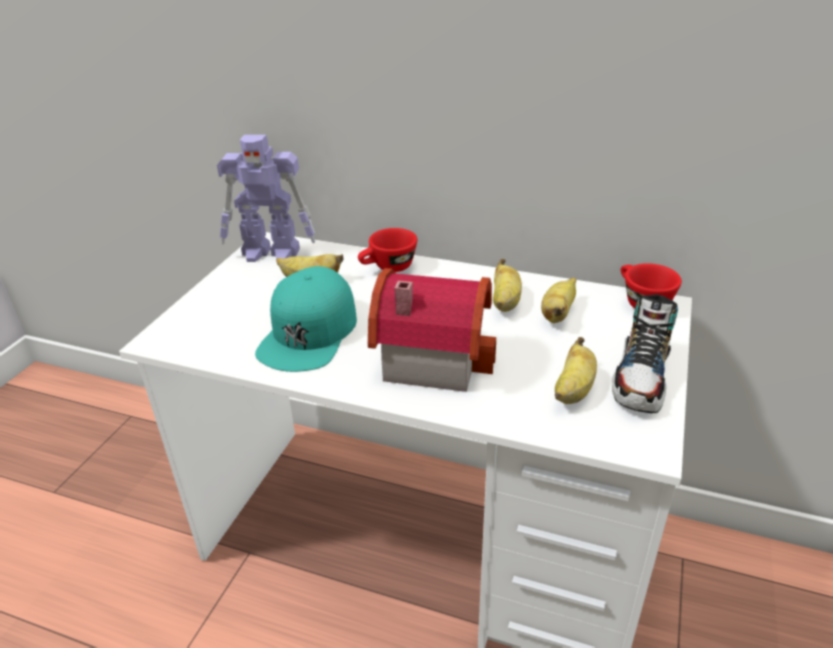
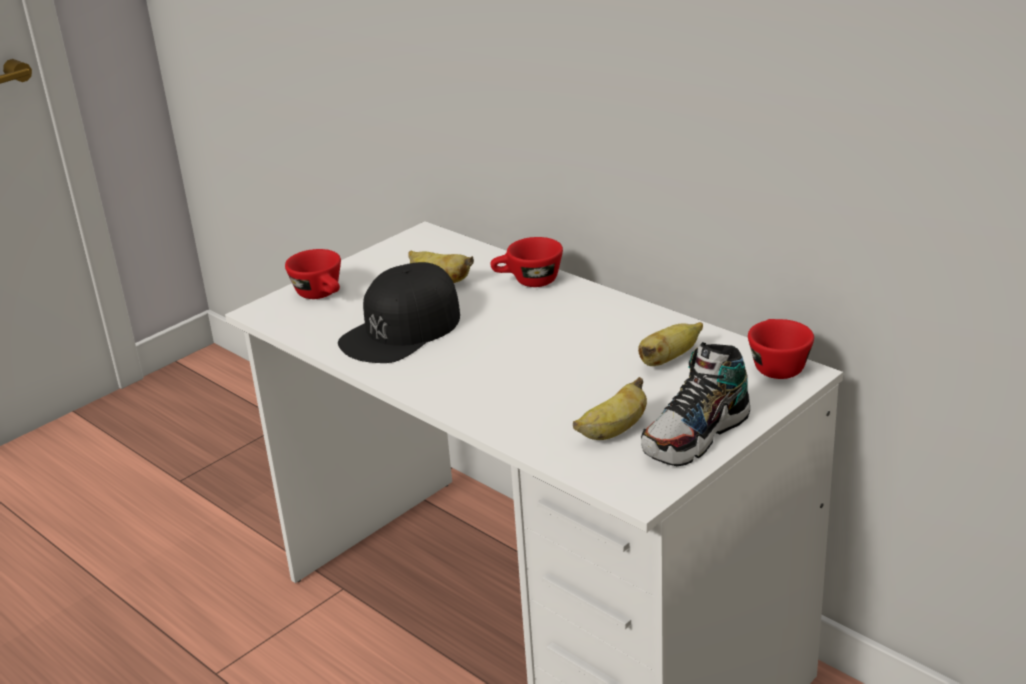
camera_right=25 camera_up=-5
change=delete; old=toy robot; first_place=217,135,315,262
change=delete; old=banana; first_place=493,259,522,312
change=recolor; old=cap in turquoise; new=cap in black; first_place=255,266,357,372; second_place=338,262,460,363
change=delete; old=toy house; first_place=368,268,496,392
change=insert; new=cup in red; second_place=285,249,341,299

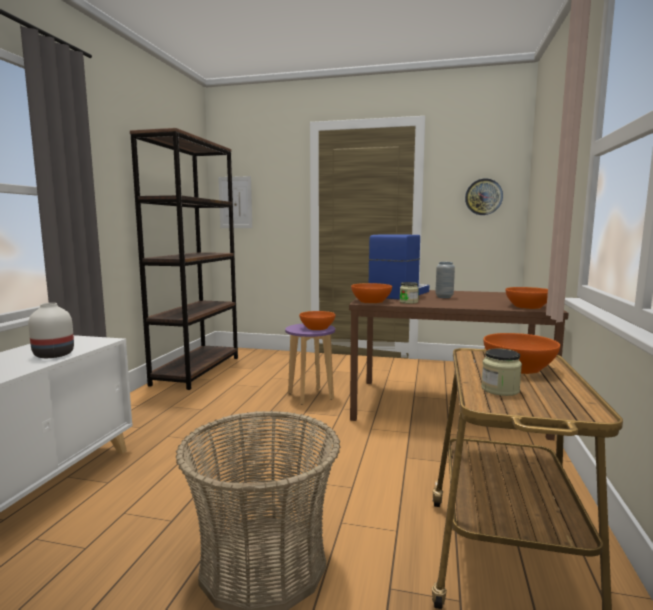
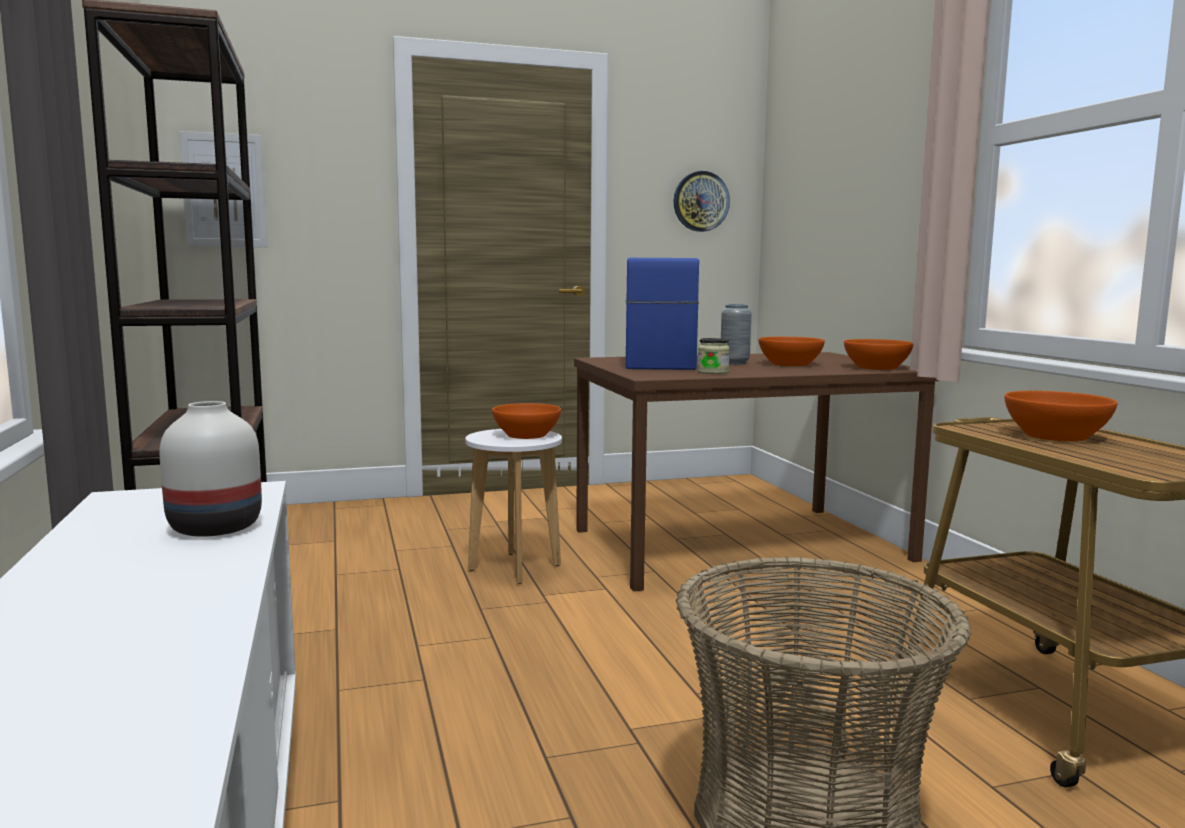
camera_right=-30 camera_up=0
change=move; old=bowl in orange; first_place=351,283,392,304; second_place=759,337,825,367
change=recolor; old=stool in purple; new=stool in white; first_place=285,324,335,405; second_place=465,429,562,584
change=delete; old=jar; first_place=481,348,522,396

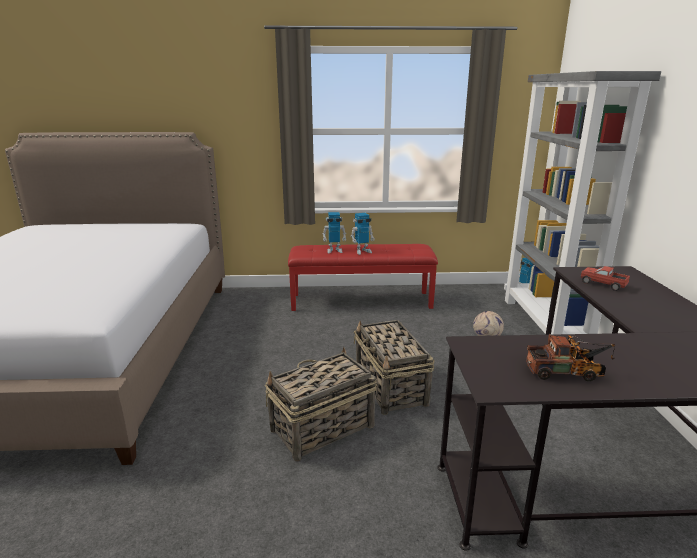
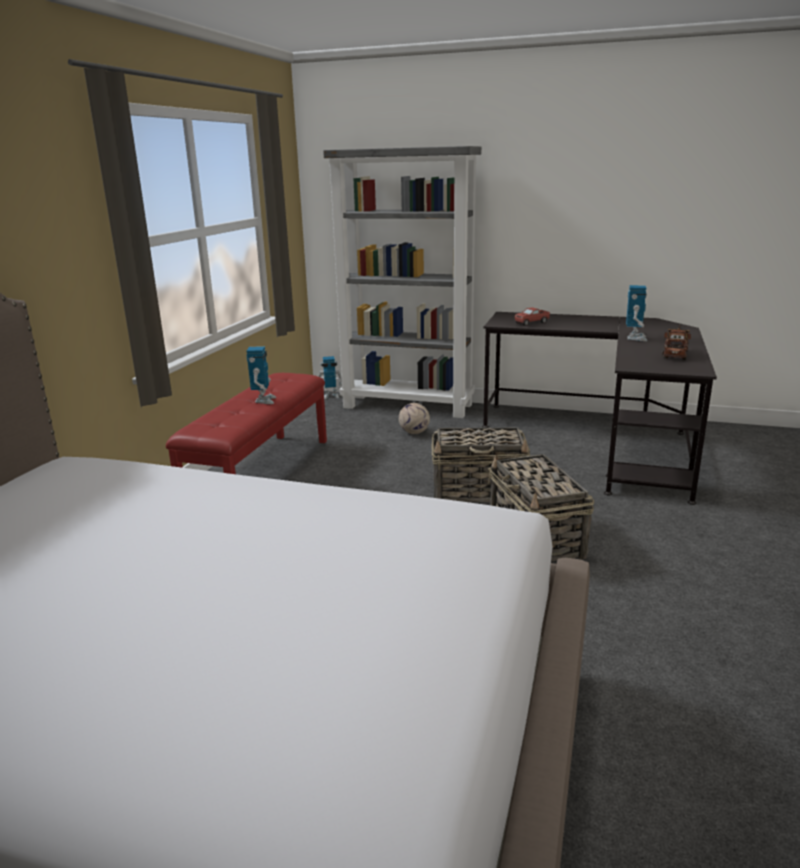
camera_right=-70 camera_up=0
change=move; old=toy robot; first_place=322,212,347,253; second_place=626,285,647,341

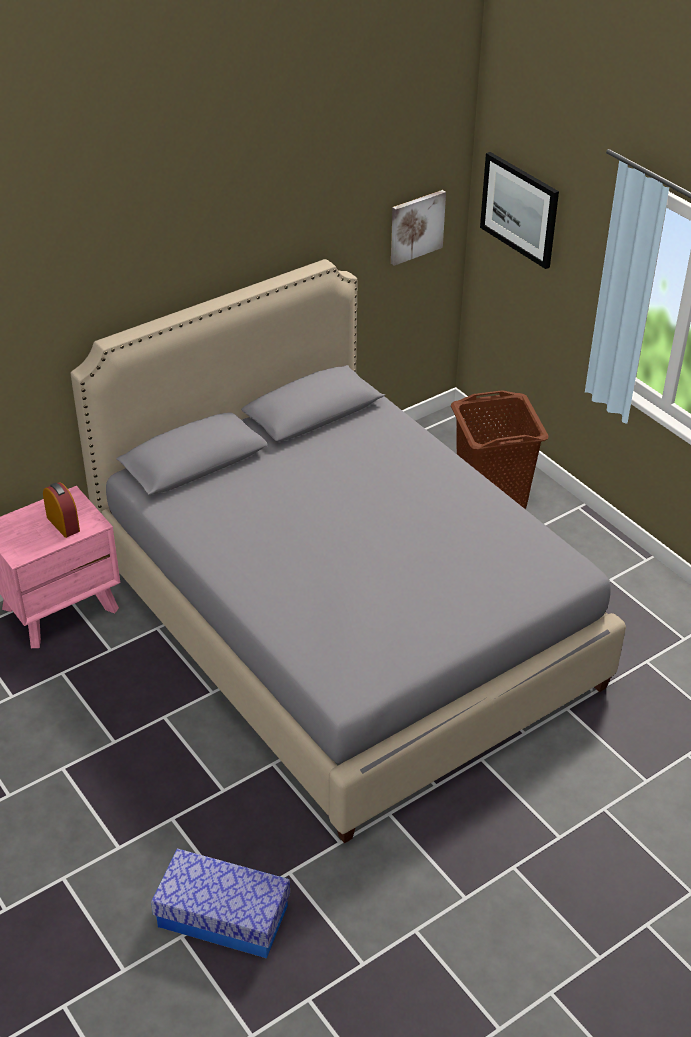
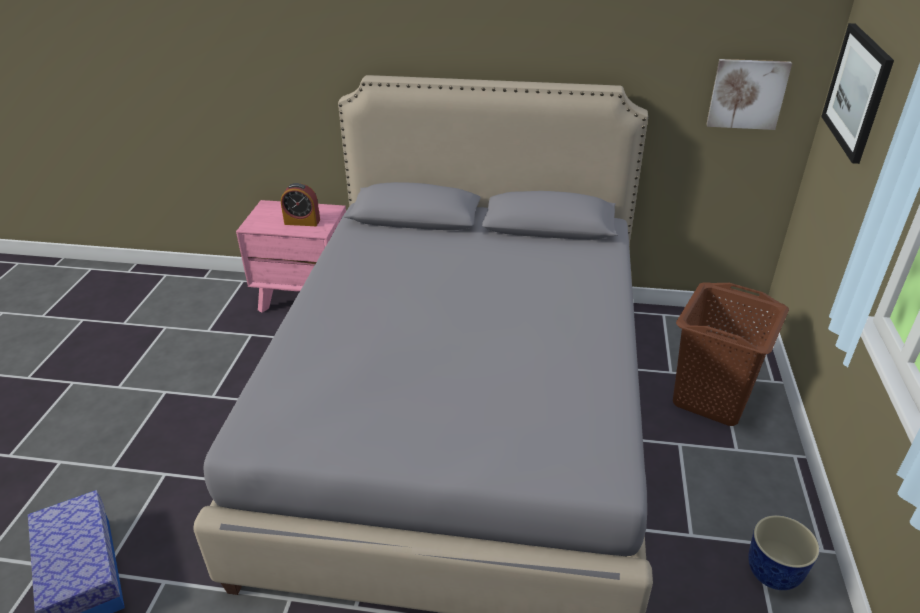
camera_right=45 camera_up=-5
change=rotate; old=alarm clock; first_place=43,482,80,538; second_place=281,183,320,226; degrees=90
change=insert; new=planter; second_place=748,515,820,590

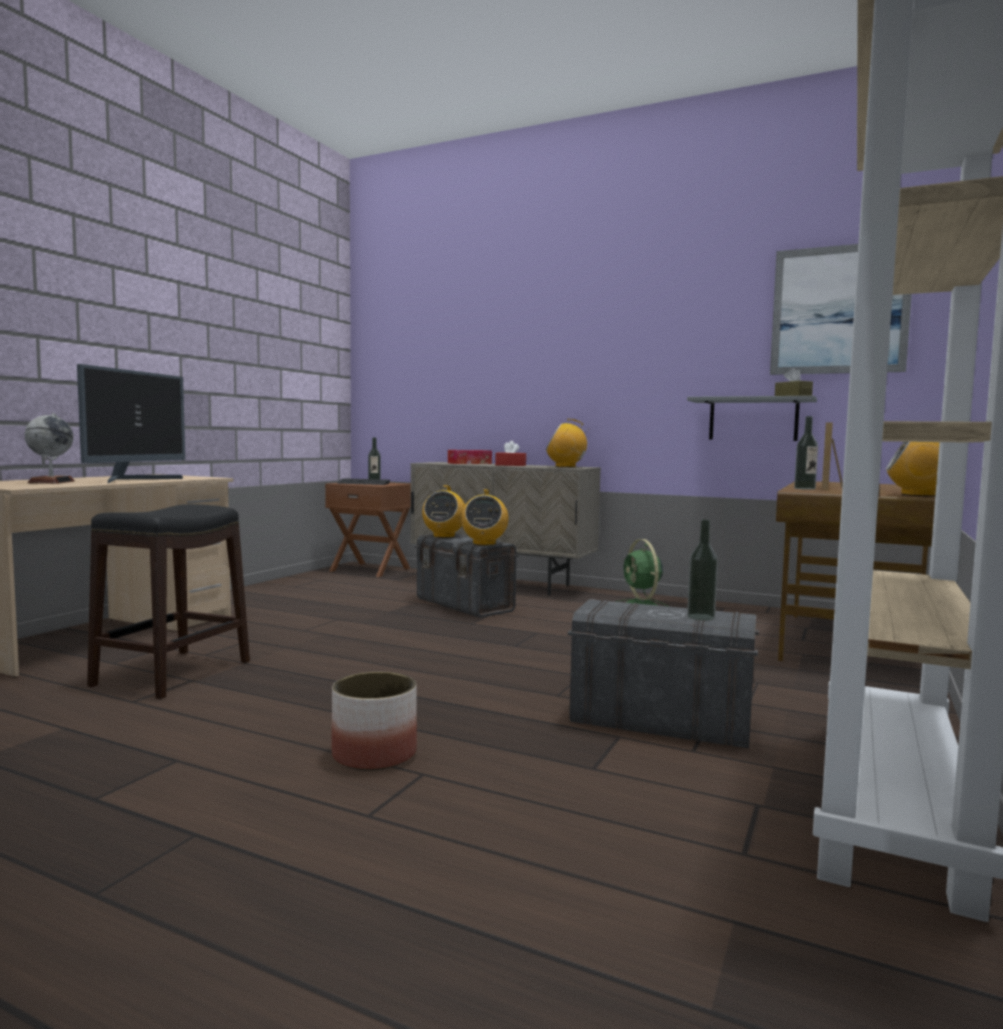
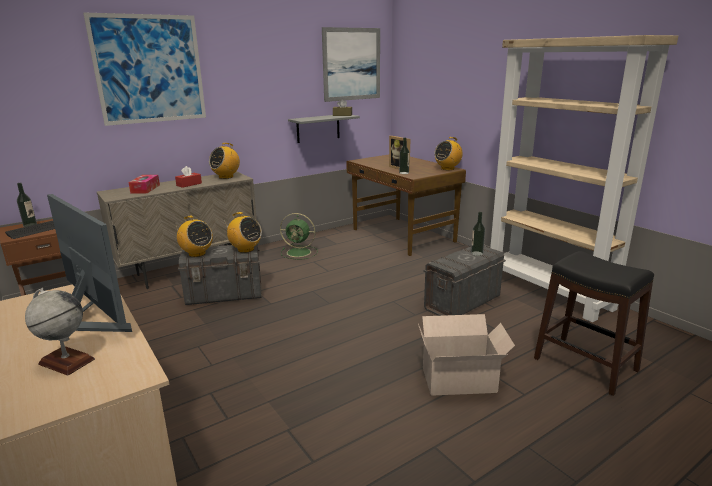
camera_right=-60 camera_up=15
change=move; old=stool in black; first_place=87,504,250,699; second_place=534,251,654,396
change=replace; old=planter; new=cardboard box; first_place=332,672,417,771; second_place=418,314,515,396
change=insert; new=picture; second_place=83,12,206,126

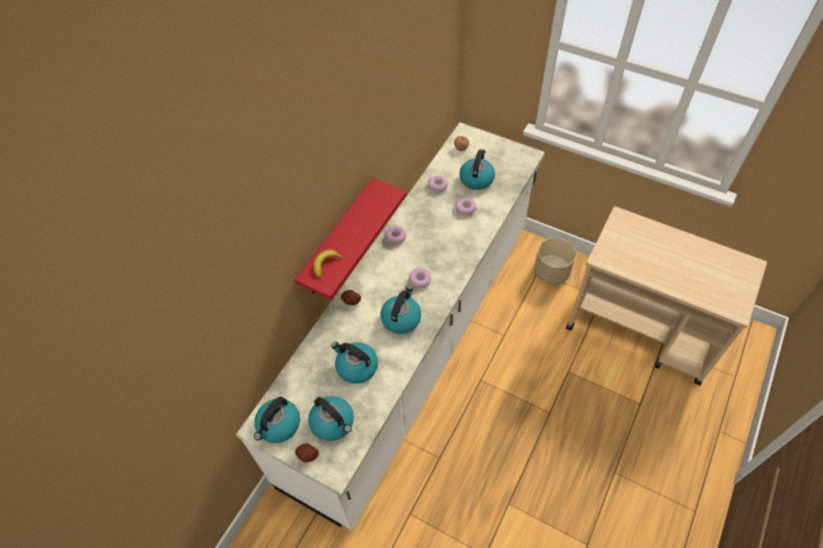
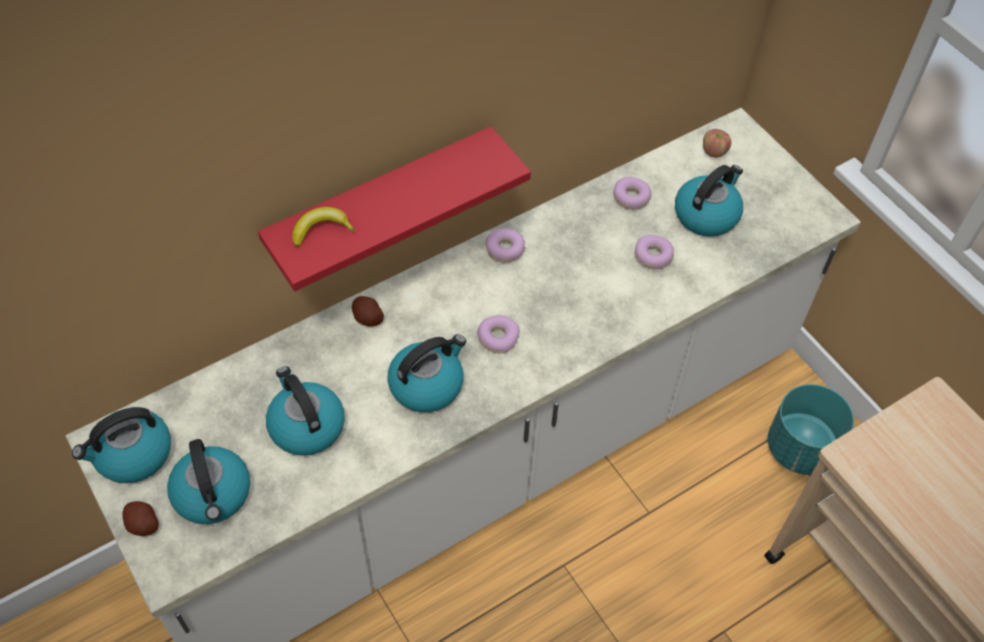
camera_right=25 camera_up=0
change=recolor; old=planter in beige; new=planter in turquoise; first_place=534,238,576,284; second_place=768,384,854,475

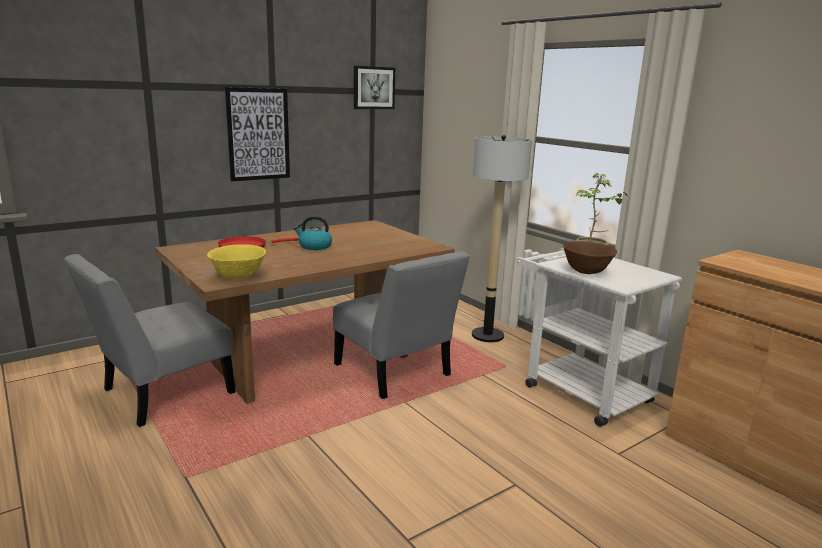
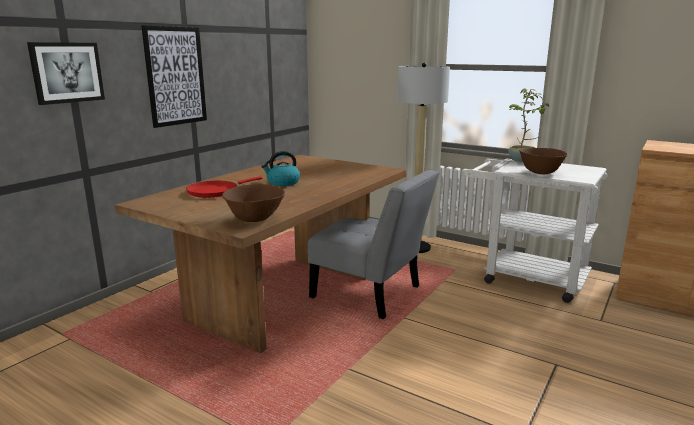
camera_right=-20 camera_up=0
change=move; old=picture; first_place=354,66,395,109; second_place=27,42,105,105
change=recolor; old=bowl in yellow; new=bowl in brown; first_place=207,244,266,280; second_place=222,184,285,222
change=delete; old=chair in grey; first_place=64,254,235,427

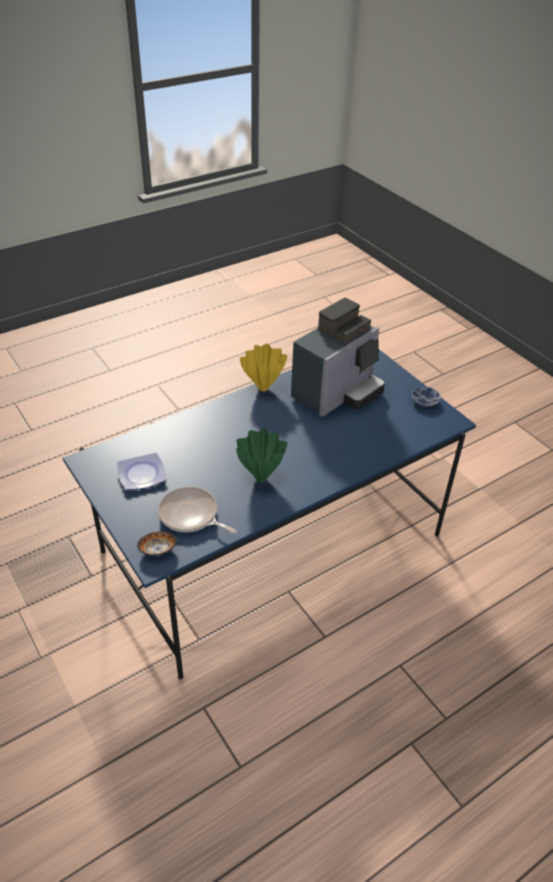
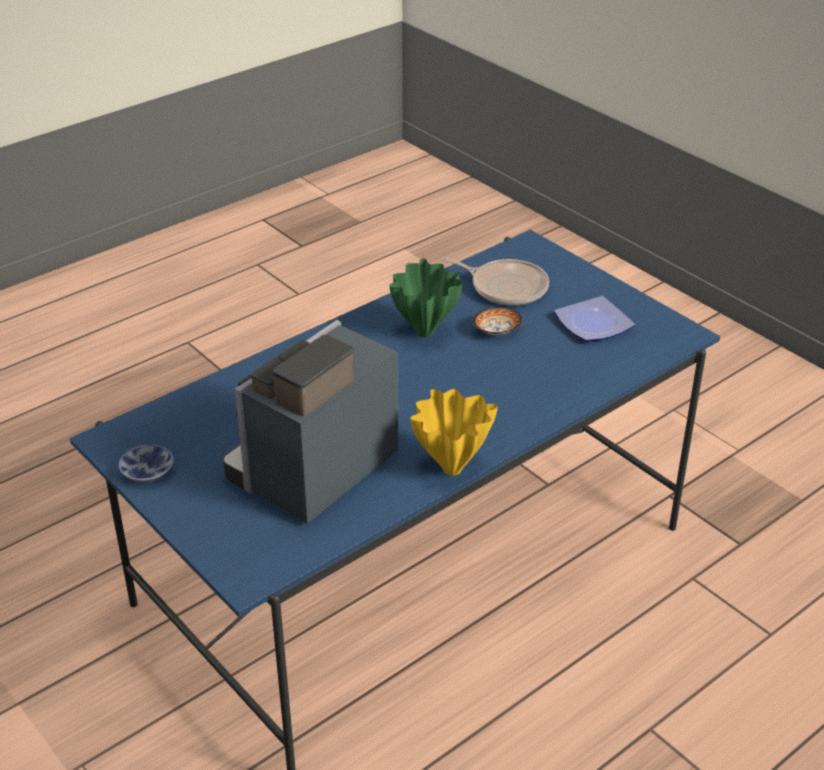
camera_right=175 camera_up=-5
change=move; old=bowl; first_place=137,531,177,555; second_place=473,307,522,335

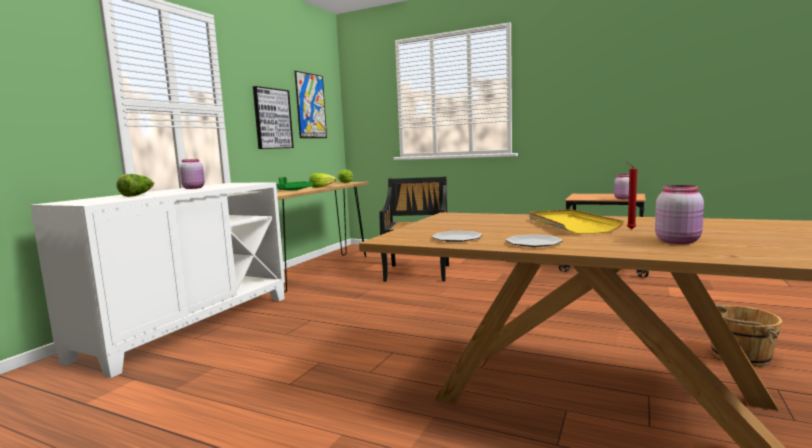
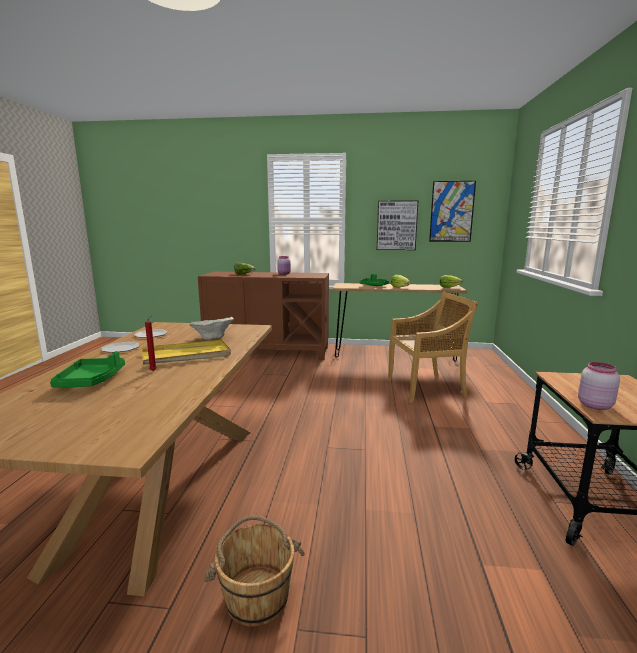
camera_right=70 camera_up=5
change=recolor; old=chair in black; new=chair in beige; first_place=379,177,449,282; second_place=387,291,478,403
change=recolor; old=cabinet in white; new=cabinet in brown; first_place=30,182,285,378; second_place=198,272,329,360
change=replace; old=jar in pink; new=tray in green; first_place=655,185,704,244; second_place=50,351,125,388
change=insert; new=bowl in beige; second_place=189,317,234,340

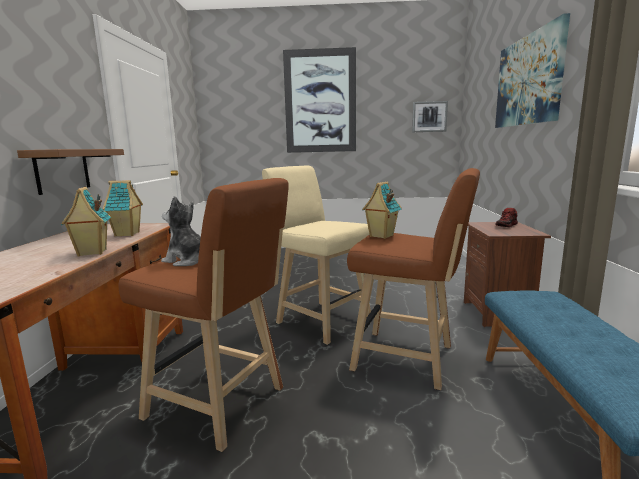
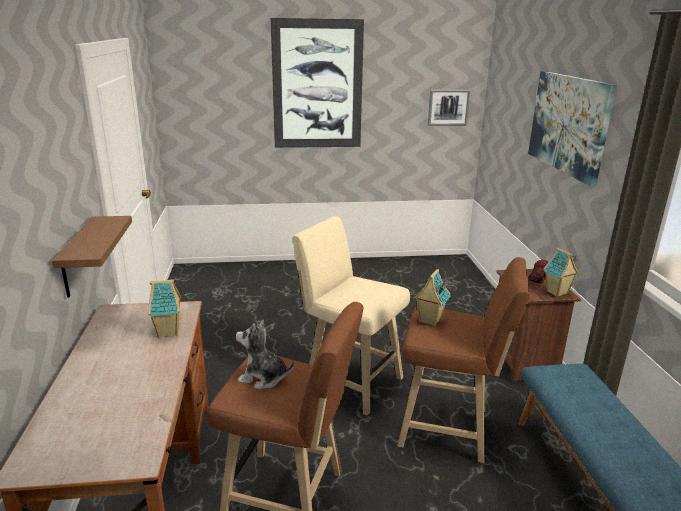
camera_right=-10 camera_up=10
change=move; old=toy house; first_place=61,187,111,257; second_place=543,248,579,297

